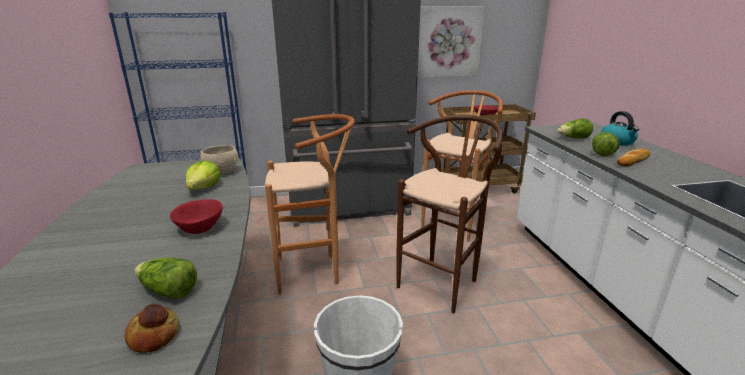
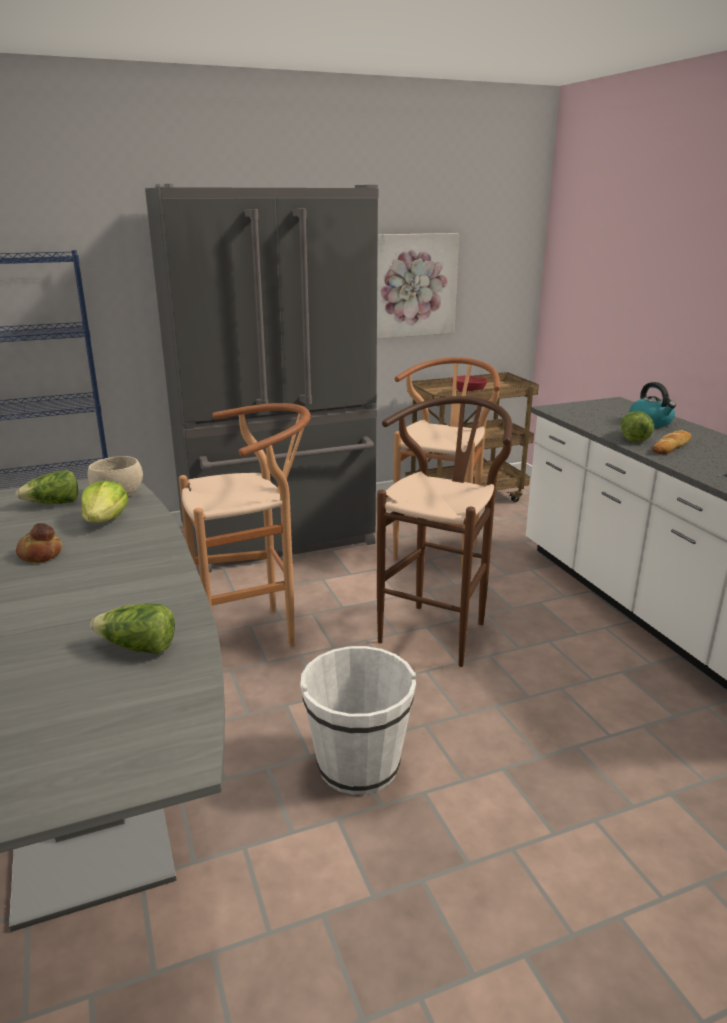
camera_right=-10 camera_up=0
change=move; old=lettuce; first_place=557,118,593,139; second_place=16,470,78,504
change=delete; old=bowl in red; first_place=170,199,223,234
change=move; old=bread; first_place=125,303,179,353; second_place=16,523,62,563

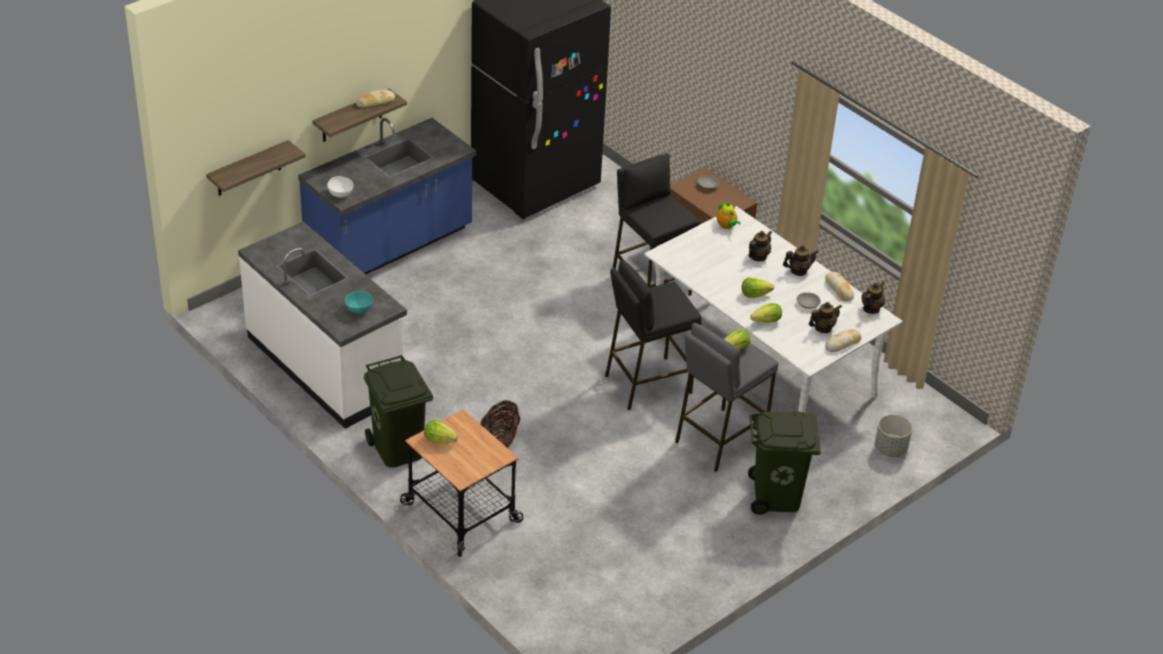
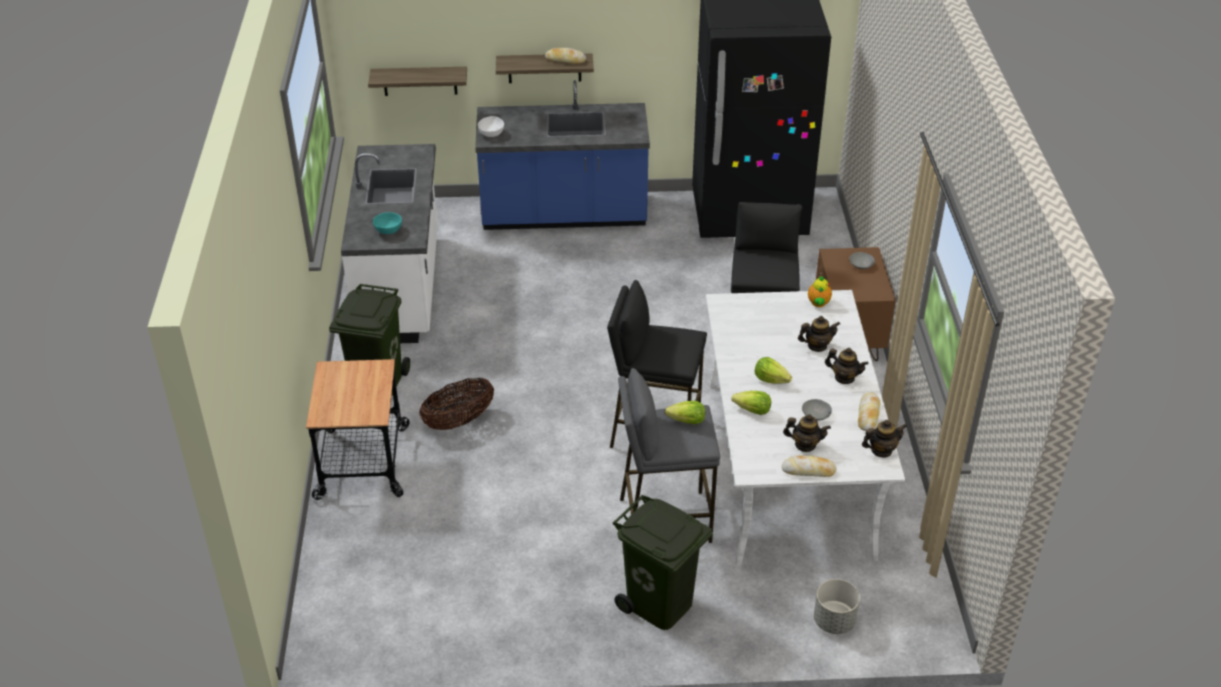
camera_right=40 camera_up=0
change=delete; old=lettuce; first_place=424,420,458,444

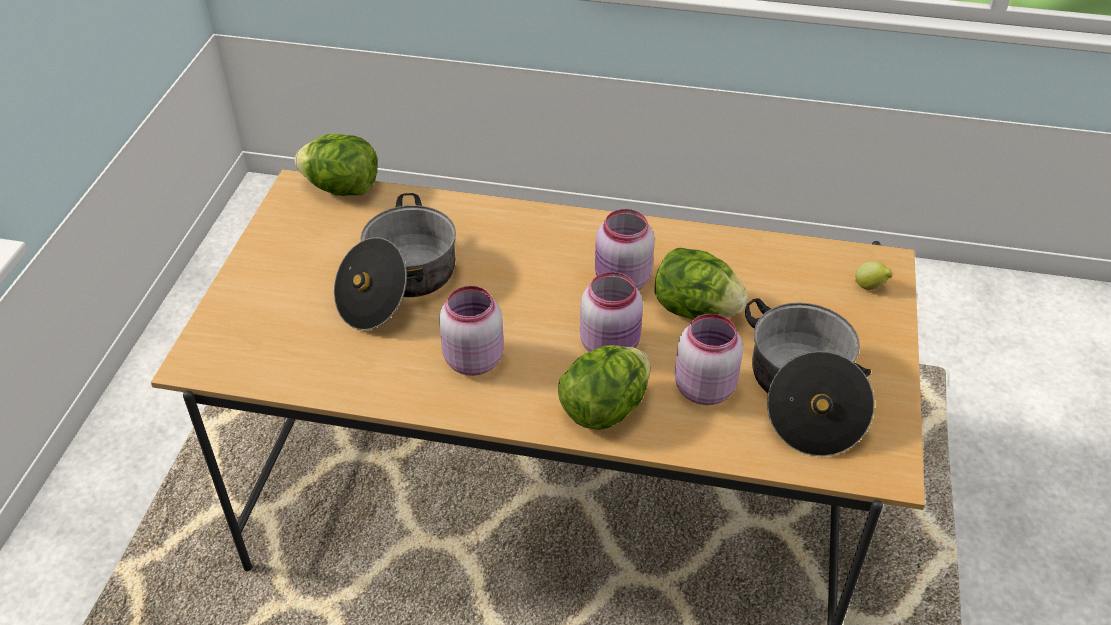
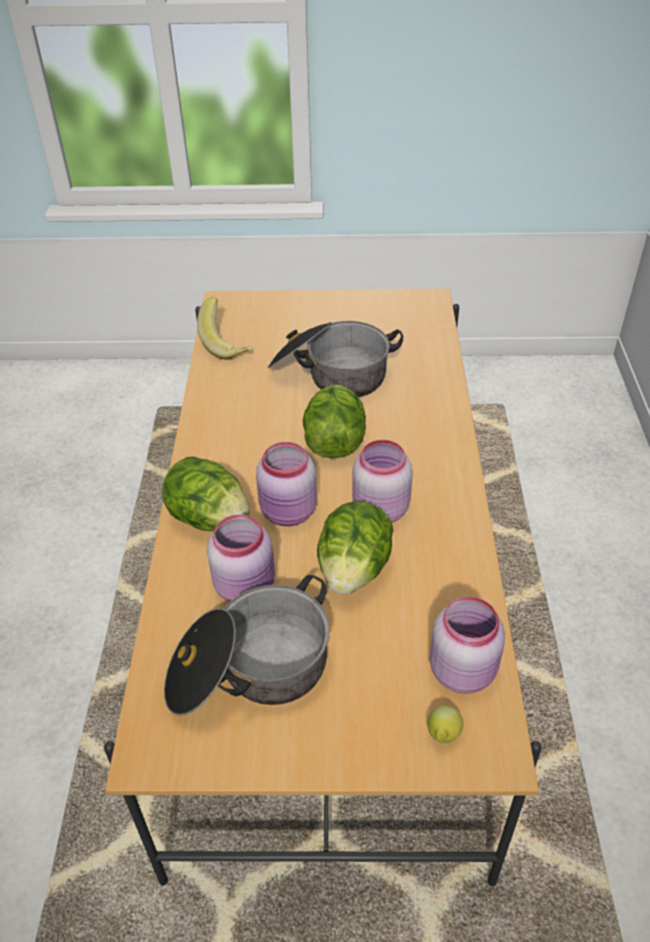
camera_right=80 camera_up=0
change=move; old=lettuce; first_place=295,134,378,196; second_place=303,385,366,458
change=move; old=jar in pink; first_place=439,286,504,376; second_place=429,597,505,694
change=insert; new=banana; second_place=197,297,251,360

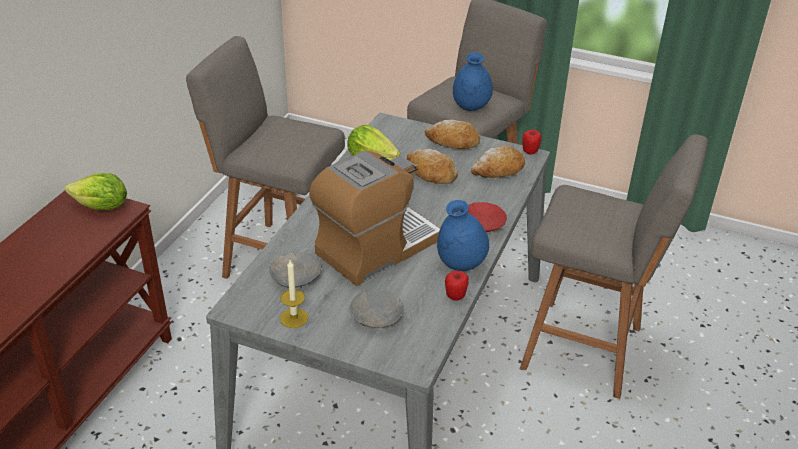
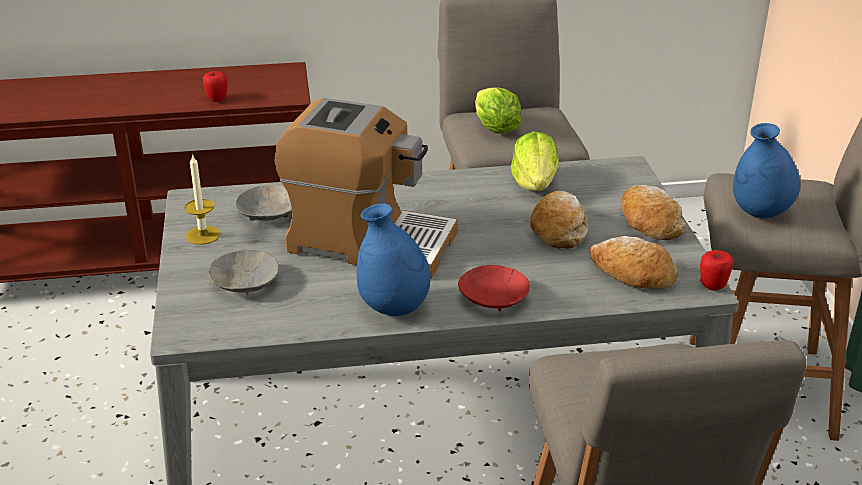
camera_right=60 camera_up=-5
change=move; old=lettuce; first_place=65,173,127,210; second_place=475,88,522,134
change=move; old=apple; first_place=445,271,469,301; second_place=203,71,227,102

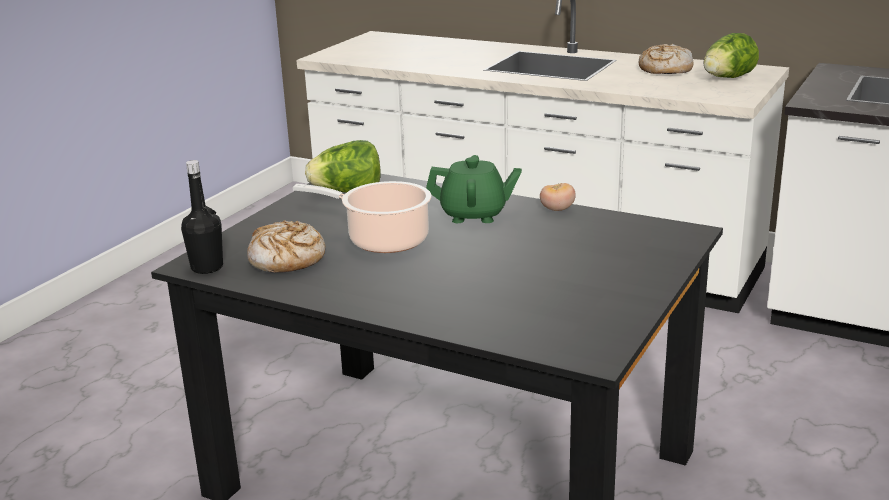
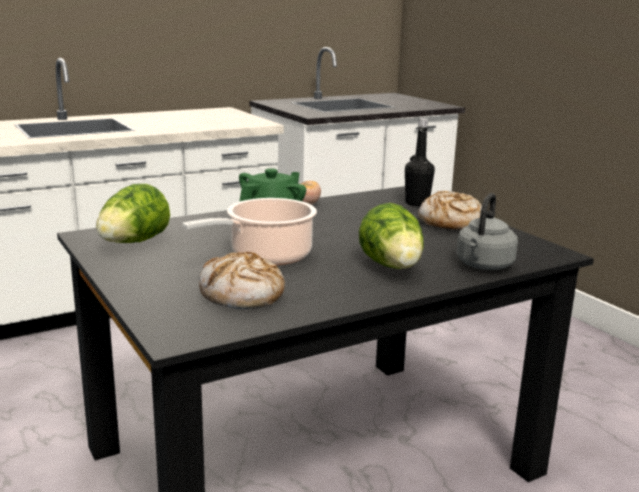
camera_right=-60 camera_up=-5
change=move; old=lettuce; first_place=703,33,759,78; second_place=359,203,424,269
change=move; old=bread; first_place=639,44,693,74; second_place=418,191,482,230
change=move; old=bottle in black; first_place=181,160,223,274; second_place=405,118,435,206
change=insert; new=kettle in grey; second_place=457,193,518,270

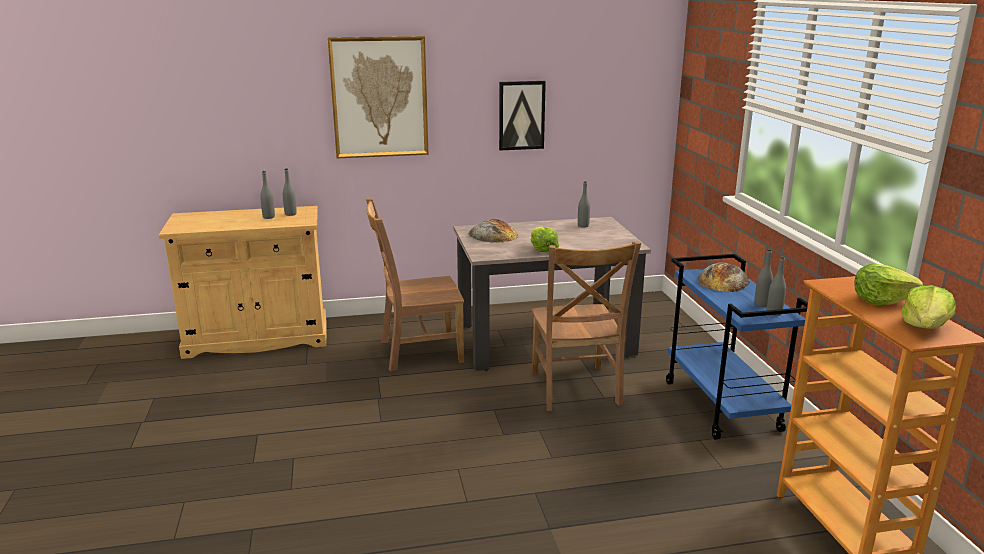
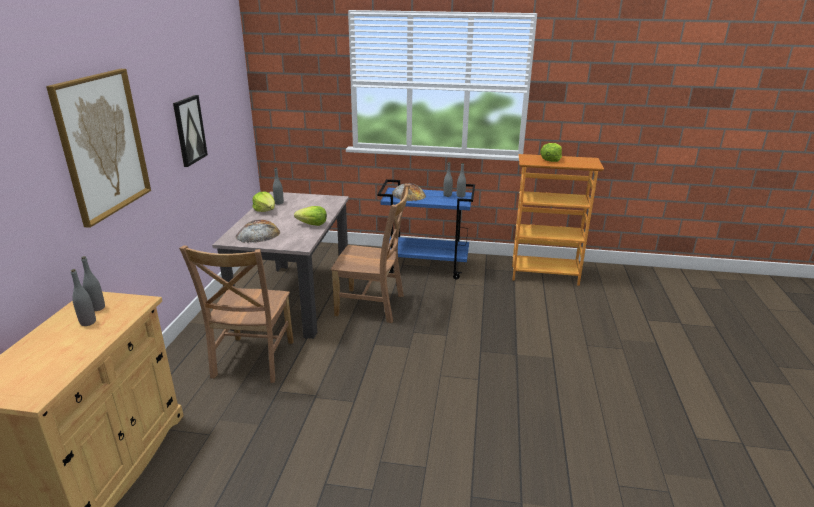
camera_right=-70 camera_up=5
change=move; old=lettuce; first_place=901,285,955,329; second_place=252,191,275,212

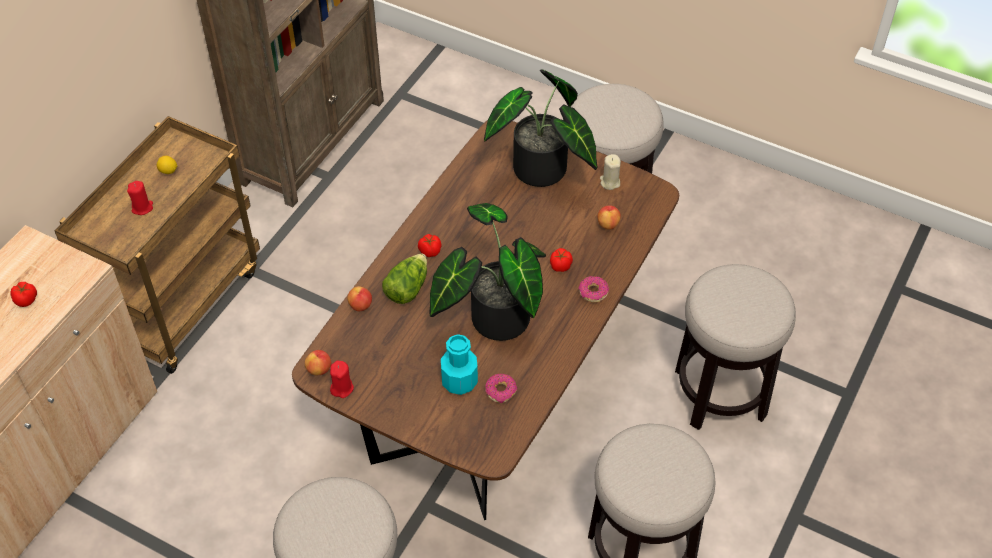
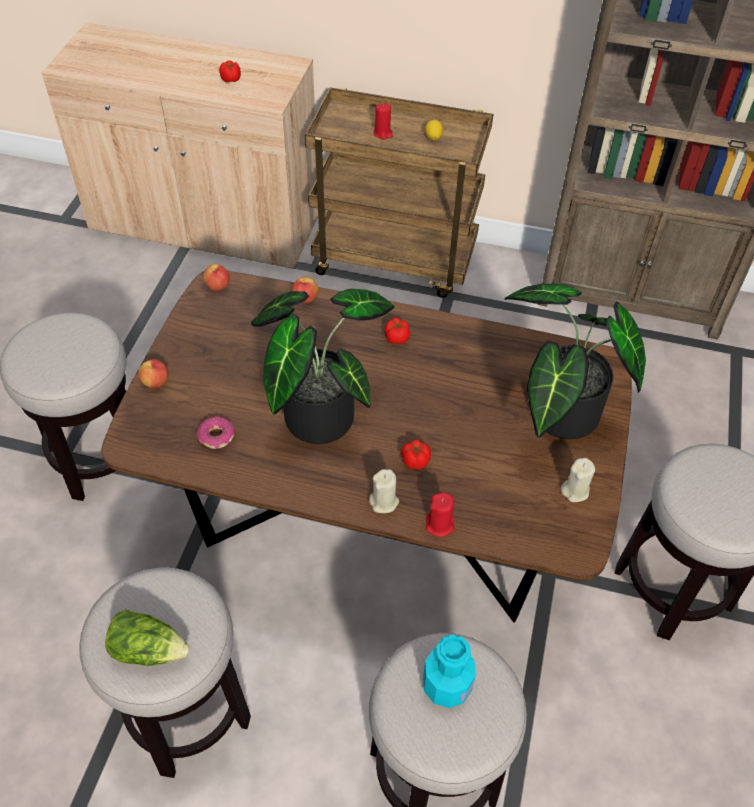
camera_right=75 camera_up=0
change=move; old=apple; first_place=598,205,621,230; second_place=138,359,168,388
change=move; old=lettuce; first_place=382,254,427,304; second_place=105,610,190,666
change=replace; old=donut; new=candle in beige; first_place=578,276,609,303; second_place=369,469,399,513
change=move; old=bottle in turquoise; first_place=441,334,478,395; second_place=423,634,476,708
change=move; old=candle in red; first_place=330,361,354,398; second_place=425,492,455,537

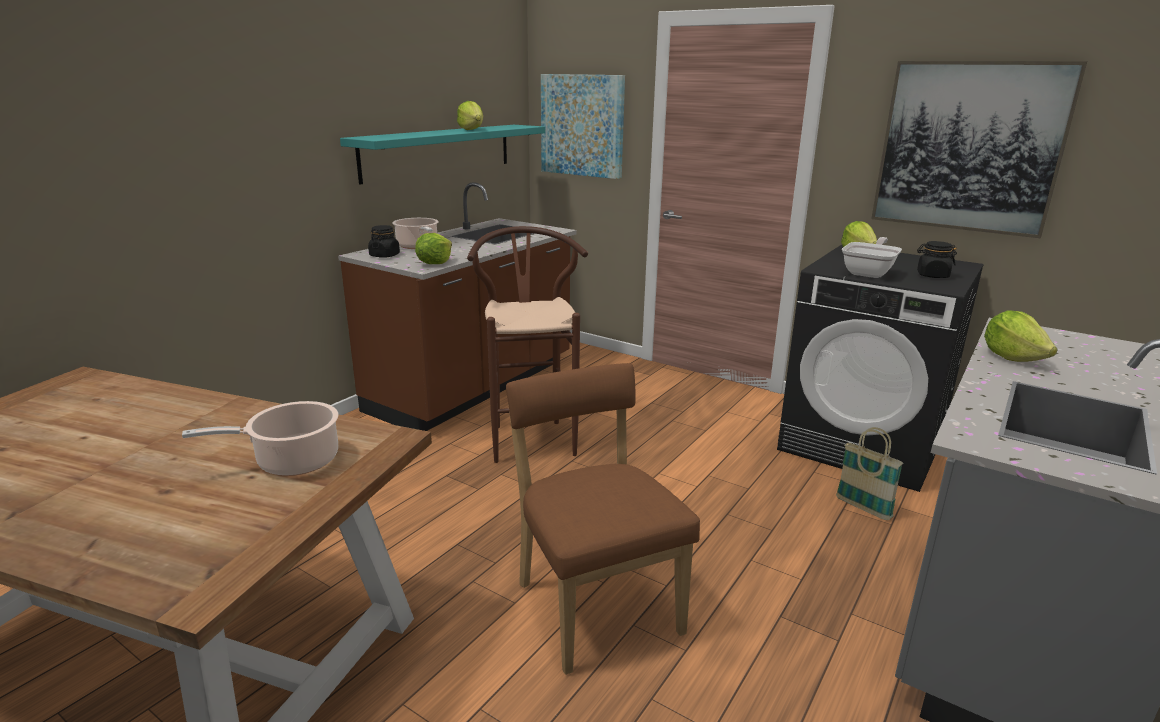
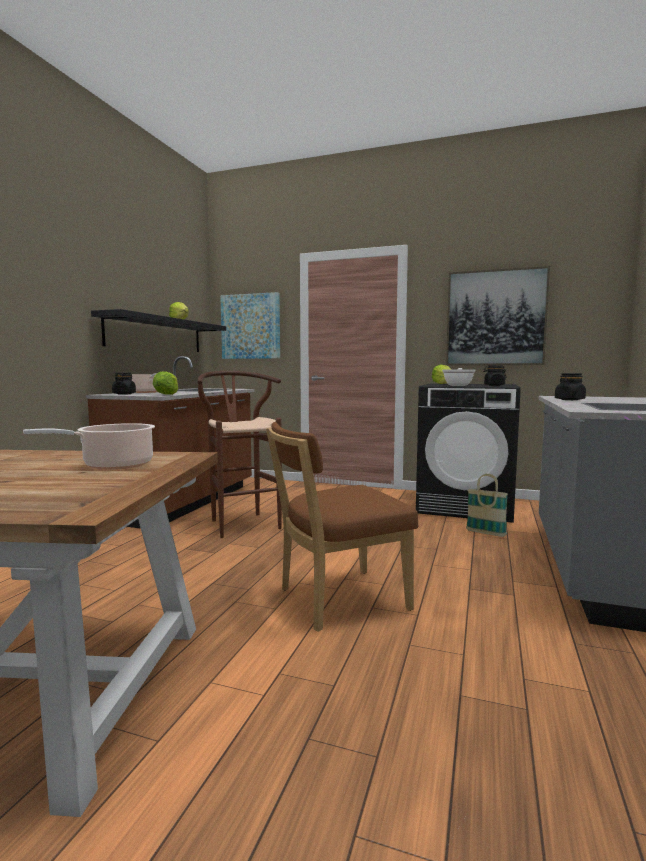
camera_right=-15 camera_up=-15
change=recolor; old=shelf in turquoise; new=shelf in black; first_place=340,125,545,185; second_place=91,309,226,352
change=replace; old=lettuce; new=jar in black; first_place=984,310,1058,362; second_place=555,373,586,400
change=rotate; old=chair in brown; first_place=506,363,700,675; second_place=266,422,419,632; degrees=-75

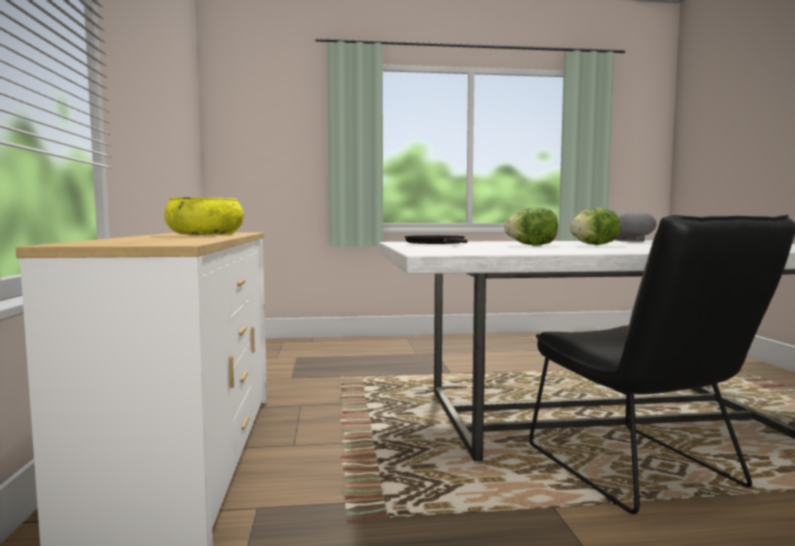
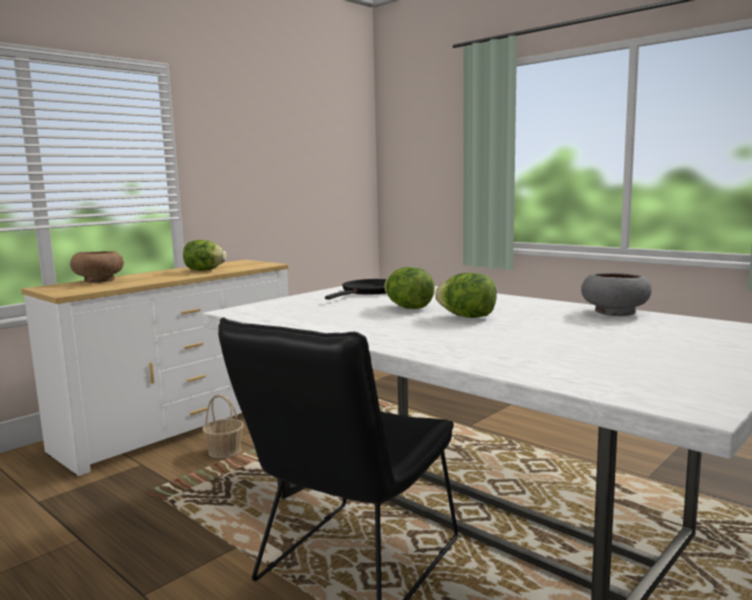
camera_right=50 camera_up=5
change=replace; old=bowl in yellow; new=lettuce; first_place=164,197,244,235; second_place=183,240,227,271
change=insert; new=bowl in brown; second_place=70,251,124,283
change=insert; new=basket; second_place=202,394,244,458

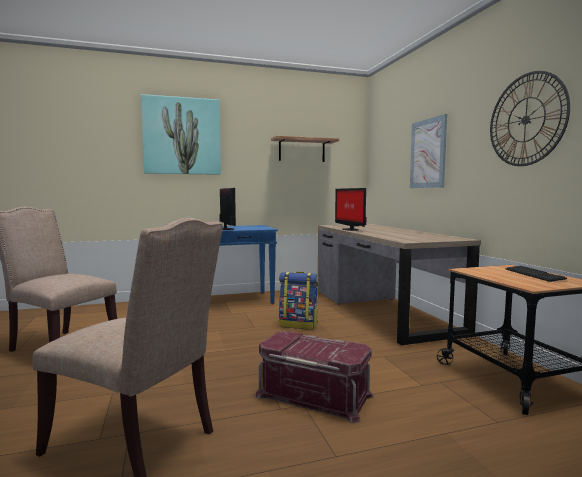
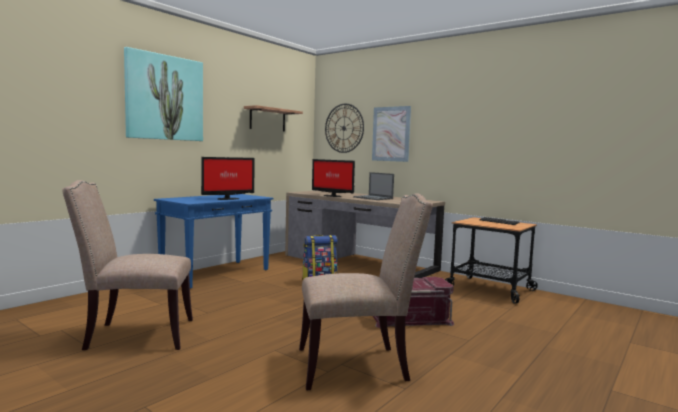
camera_right=-35 camera_up=0
change=move; old=wall clock; first_place=490,71,570,166; second_place=325,104,364,153
change=rotate; old=monitor; first_place=219,188,236,230; second_place=201,157,255,200; degrees=105
change=insert; new=laptop; second_place=353,172,394,200

